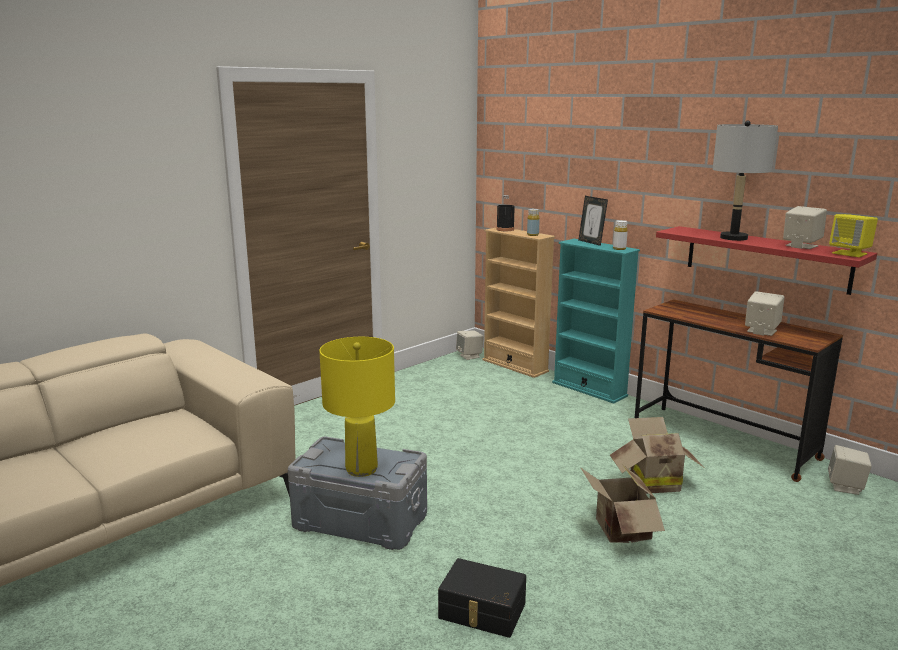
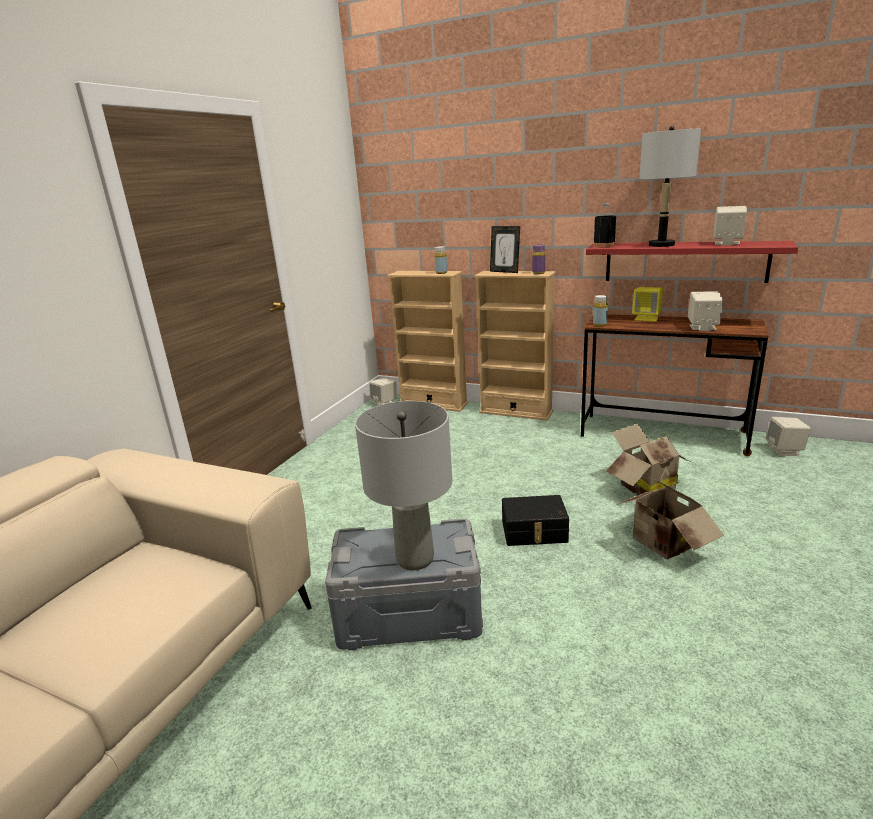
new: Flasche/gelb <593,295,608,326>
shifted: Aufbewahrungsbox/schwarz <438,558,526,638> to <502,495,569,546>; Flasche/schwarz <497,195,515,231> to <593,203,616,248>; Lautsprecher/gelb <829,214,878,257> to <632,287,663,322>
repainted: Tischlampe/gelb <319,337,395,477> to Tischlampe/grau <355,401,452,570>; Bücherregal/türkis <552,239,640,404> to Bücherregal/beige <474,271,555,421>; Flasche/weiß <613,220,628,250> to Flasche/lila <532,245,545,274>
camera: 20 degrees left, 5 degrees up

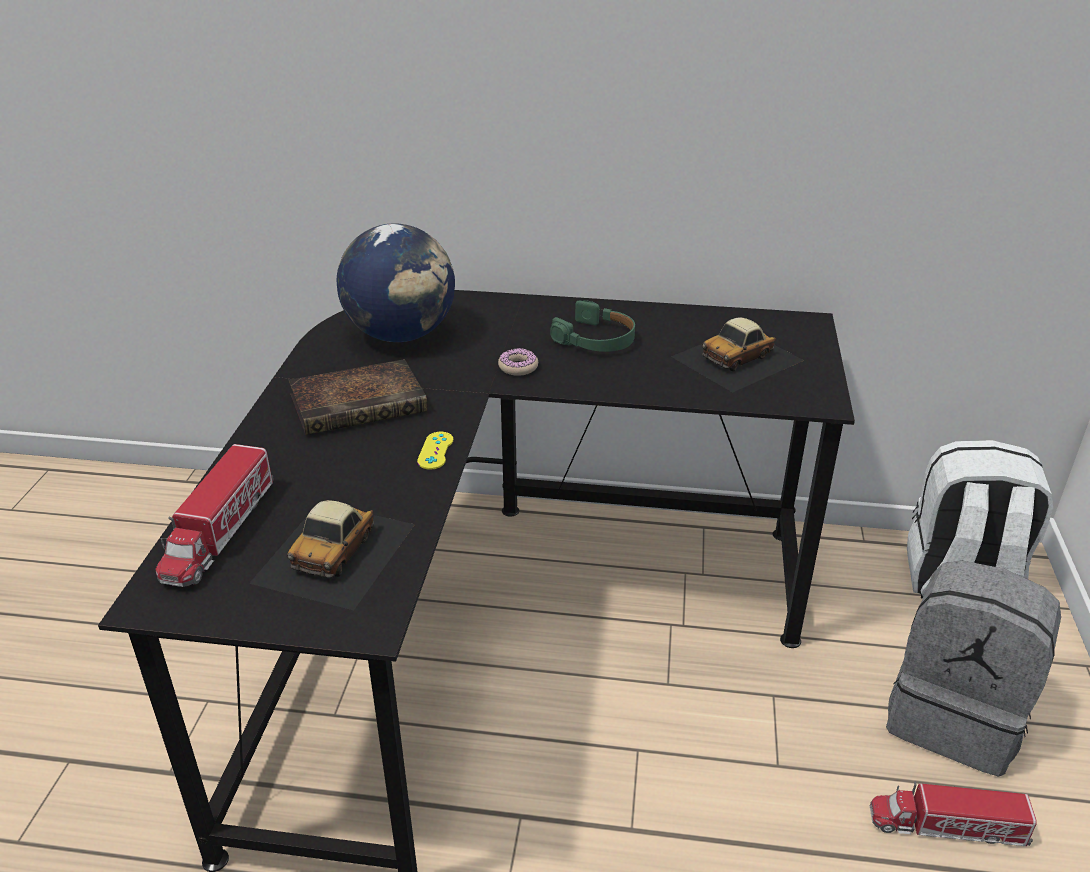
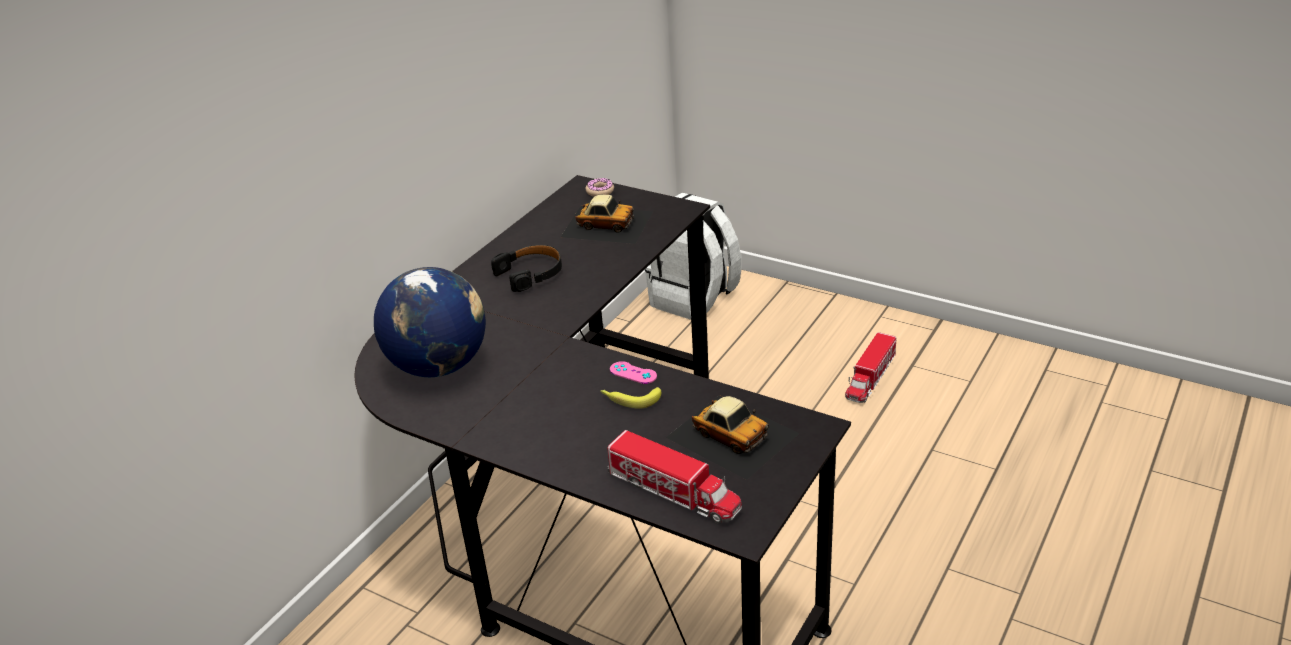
gone: Buch <289,359,427,435>; Rucksack/grau <886,560,1061,777>
new: Banane <600,387,661,409>
shifted: Donut <498,348,538,376> to <585,178,614,197>
repainted: Kopfhörer/grün <550,300,635,352> to Kopfhörer/schwarz <491,244,562,292>; Gamepad/gelb <417,432,453,470> to Gamepad/rosa <610,361,657,384>
rotated: Spielzeugauto <671,317,804,392> = <561,194,653,244> 60 degrees counterclockwise
camera: 65 degrees left, 0 degrees up

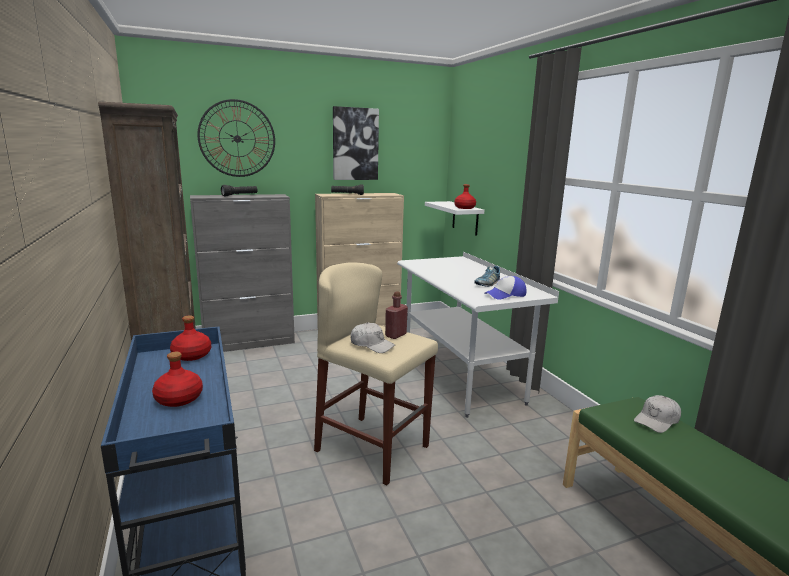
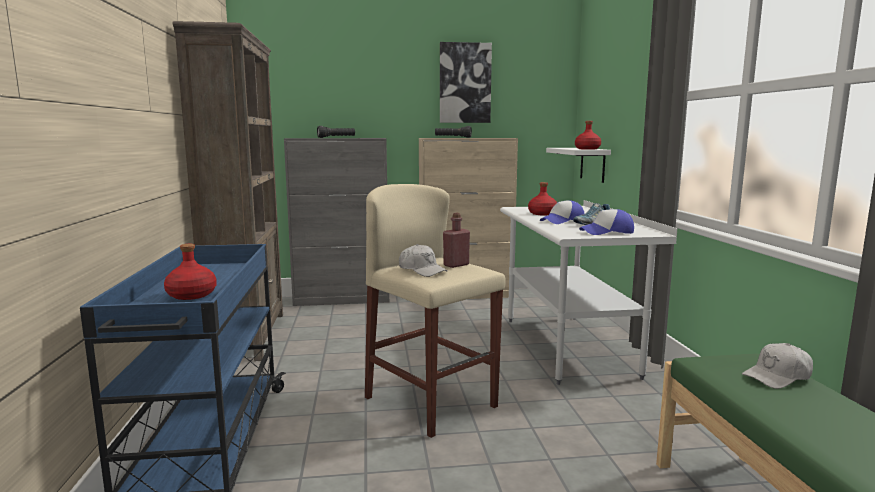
gone: Wanduhr <197,99,275,177>
new: Kappe <540,200,585,224>
shifted: Flasche/rot <170,315,211,361> to <528,182,557,215>
camera: 15 degrees right, 5 degrees down

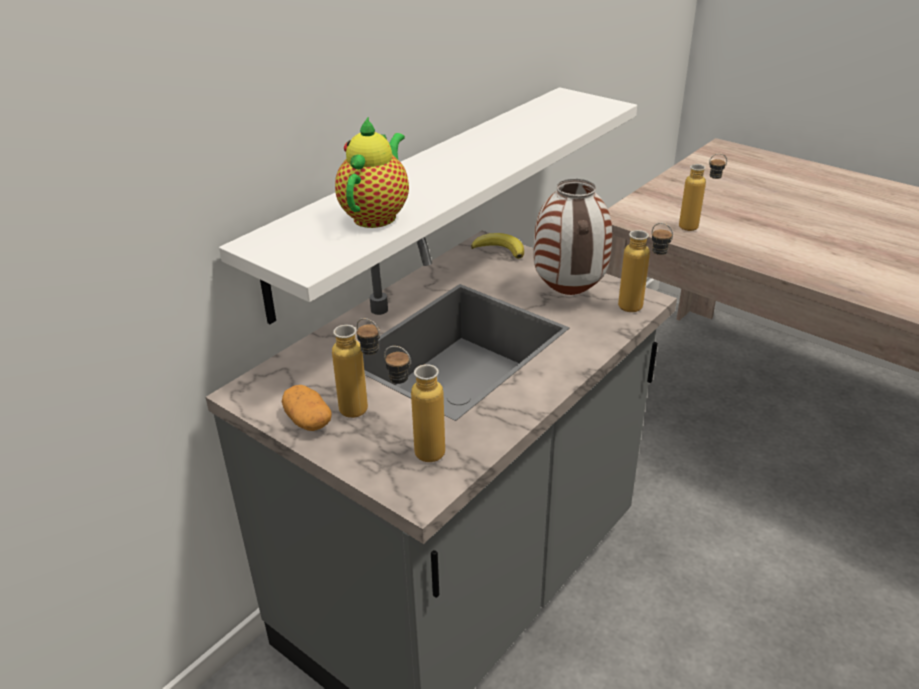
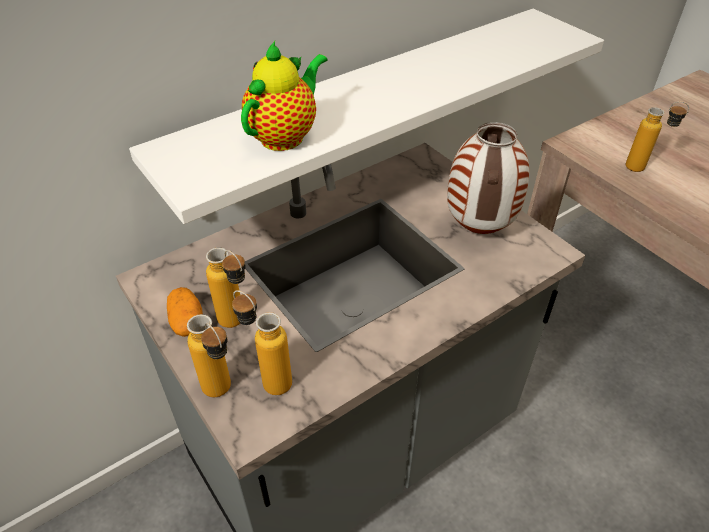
gone: Banane <471,233,524,259>
shifted: Flasche <618,223,673,312> to <187,314,231,397>
camera: 15 degrees right, 10 degrees up

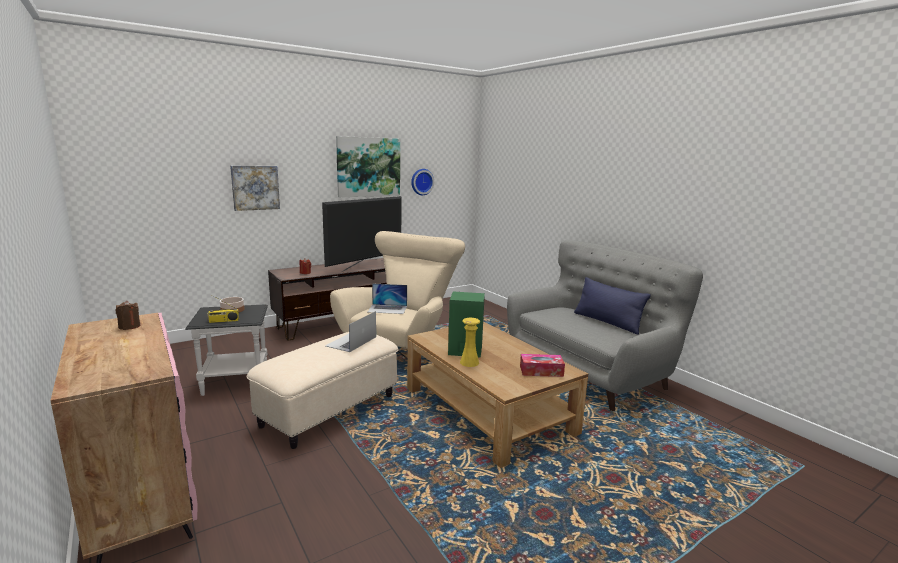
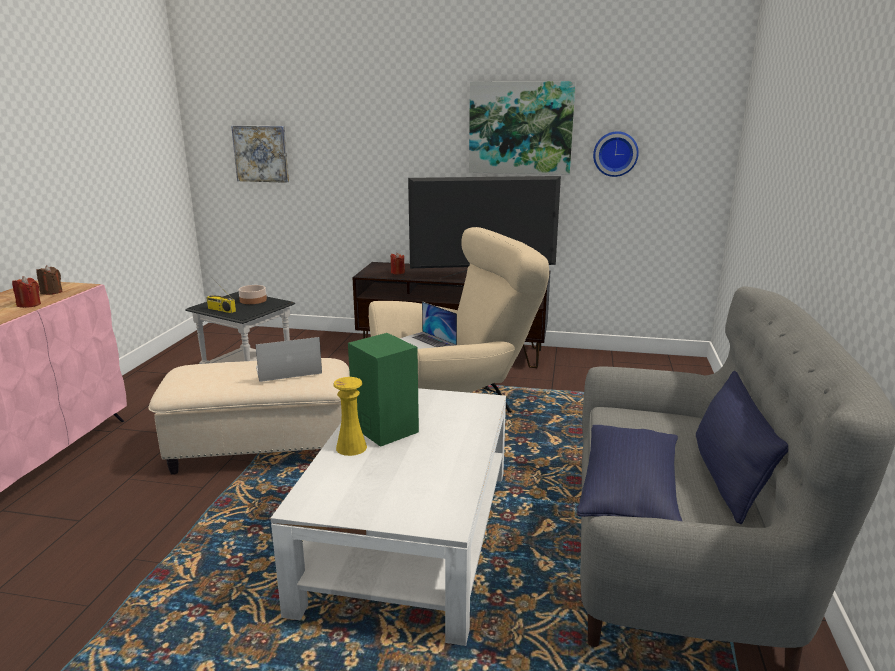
gone: Taschentuchbox <520,354,565,377>
new: Kerze/rot <12,276,41,308>; Kissen/blau <577,425,682,521>
shifted: Bild <230,166,280,211> to <231,125,289,183>
repainted: Couchtisch/braun <407,322,588,468> to Couchtisch/weiß <271,388,506,646>
camera: 45 degrees right, 5 degrees up

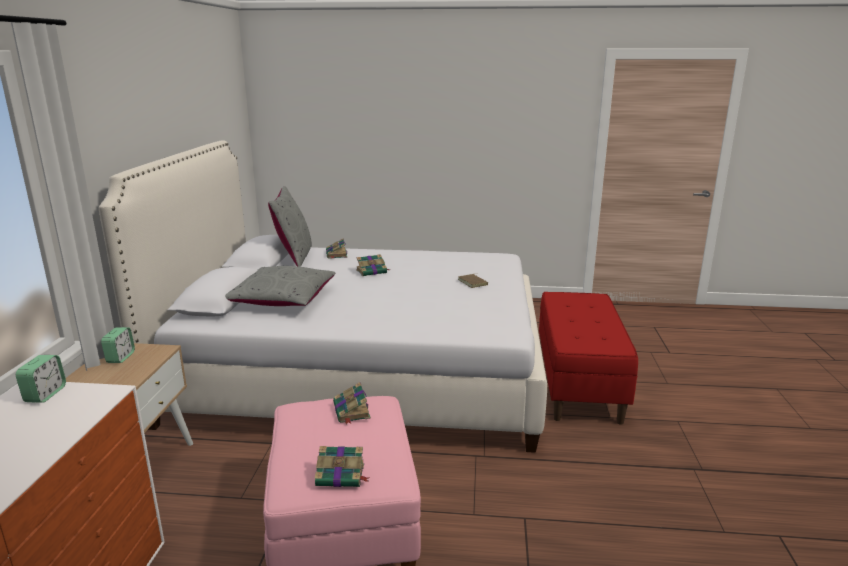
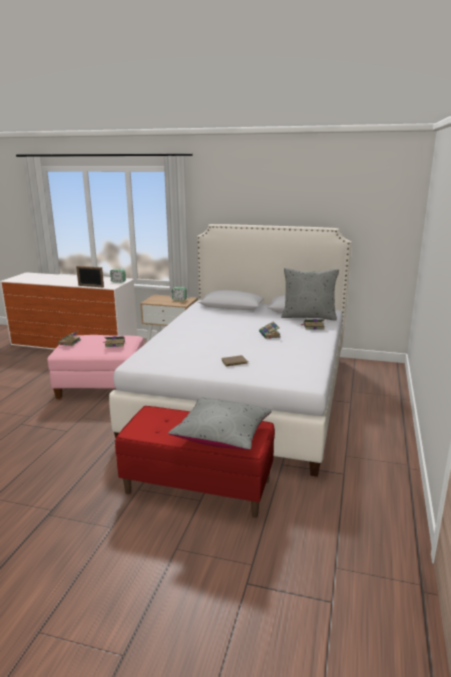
new: Bilderrahmen <76,266,104,287>
shifted: Kissen/grau <225,266,336,306> to <168,398,272,450>
camera: 100 degrees right, 0 degrees up

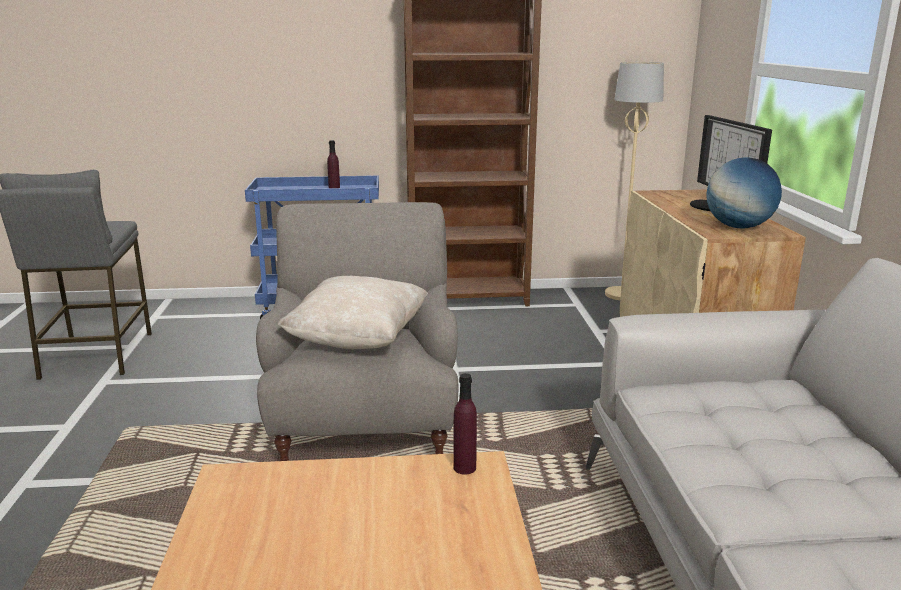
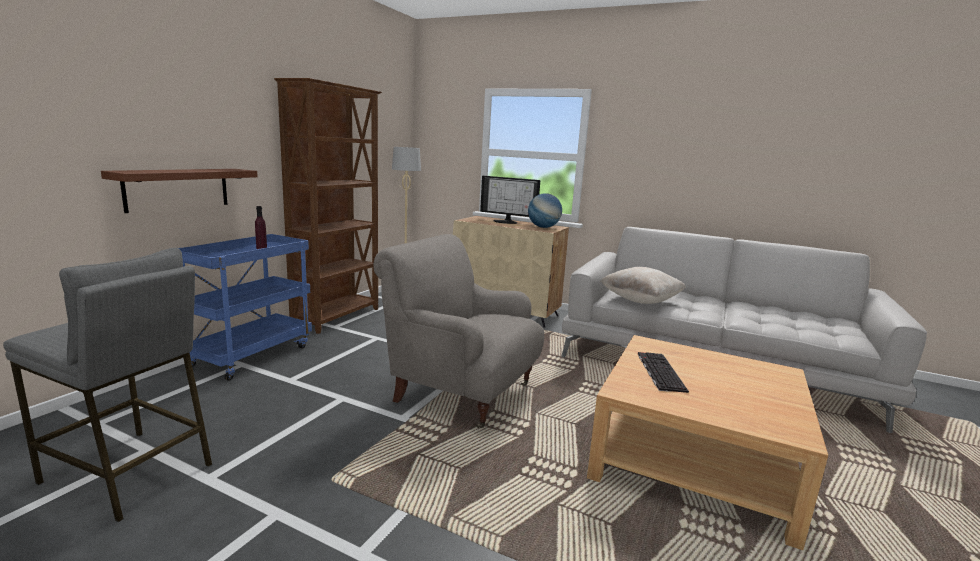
gone: Flasche/lila <453,373,477,475>
new: Wandregal/braun <101,169,258,213>; Tastatur <638,352,689,393>
shifted: Kissen/beige <277,276,428,349> to <600,267,686,304>
camera: 60 degrees left, 5 degrees down

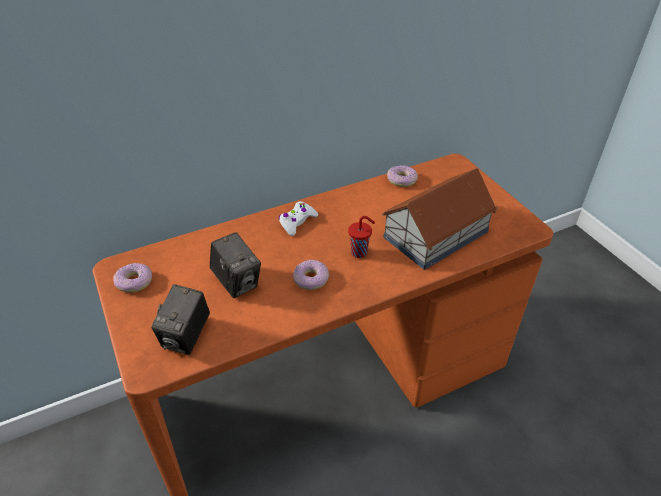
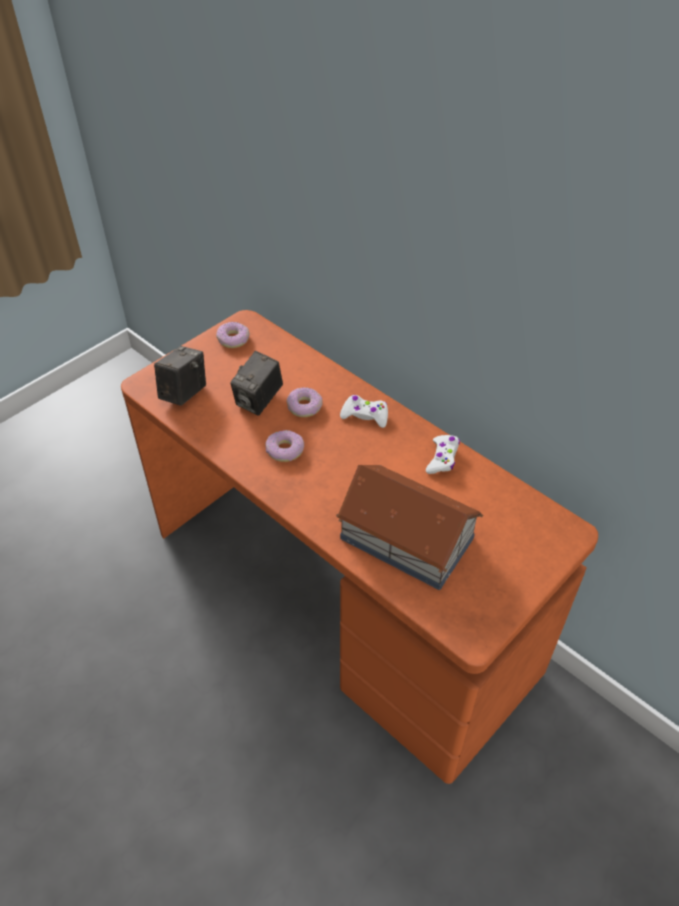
gone: Tasse/rot <348,216,375,258>
new: Gamepad/weiß <426,435,460,474>
shifted: Donut <387,165,418,187> to <287,387,322,417>
rotated: Kamera <152,284,210,355> = <154,346,206,406> 120 degrees clockwise
camera: 70 degrees right, 5 degrees up

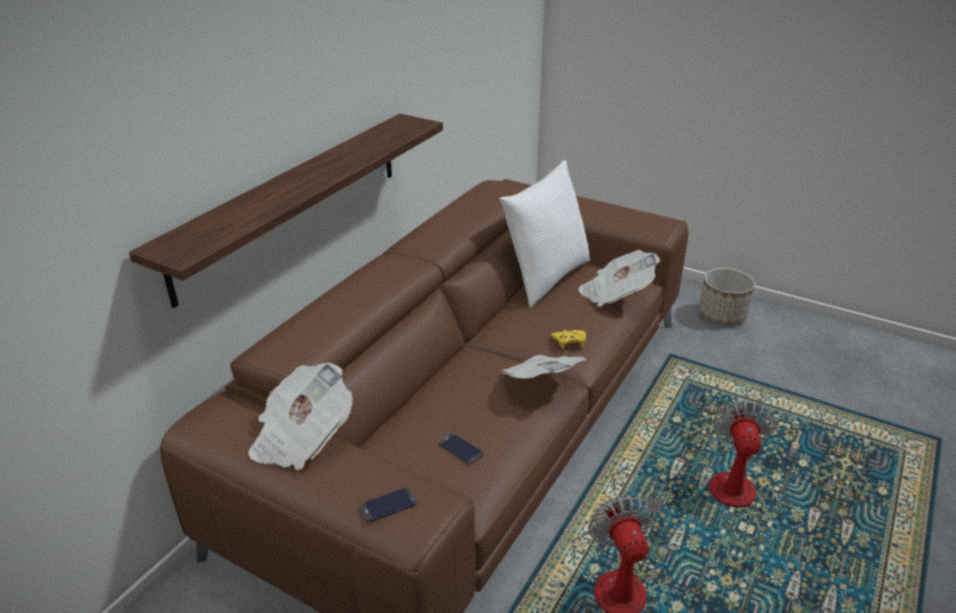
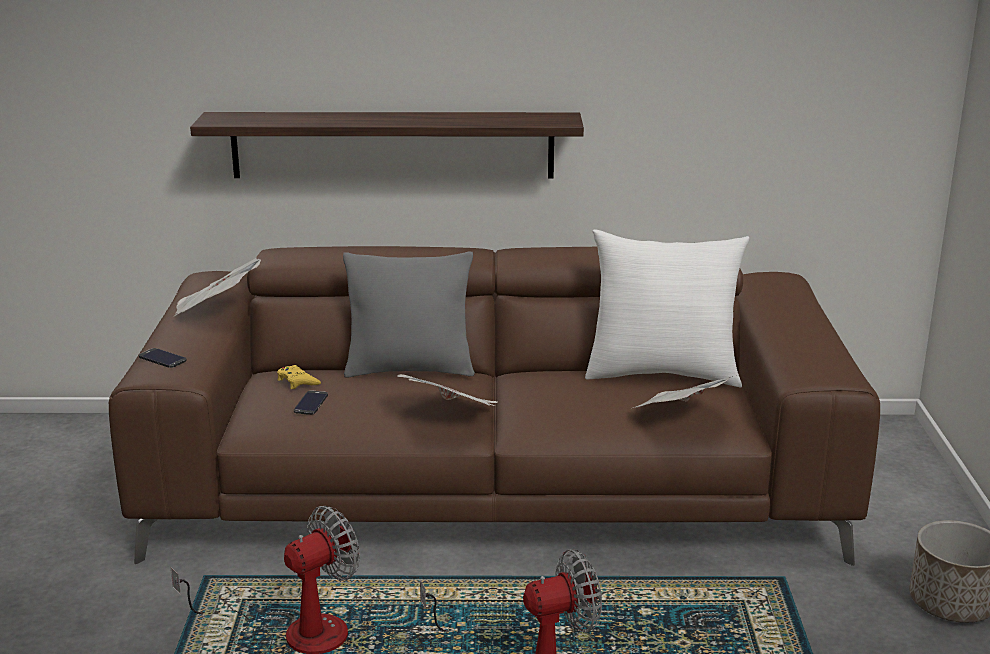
new: Kissen/grau <343,251,475,377>
shifted: Gamepad/gelb <551,330,586,349> to <277,365,321,389>
camera: 60 degrees right, 10 degrees down

